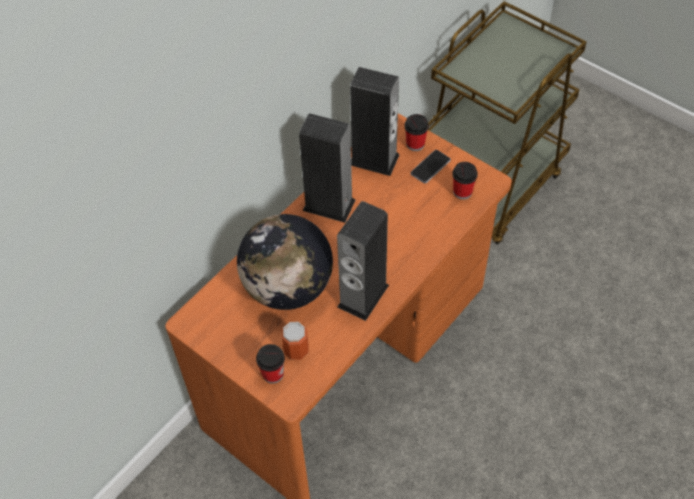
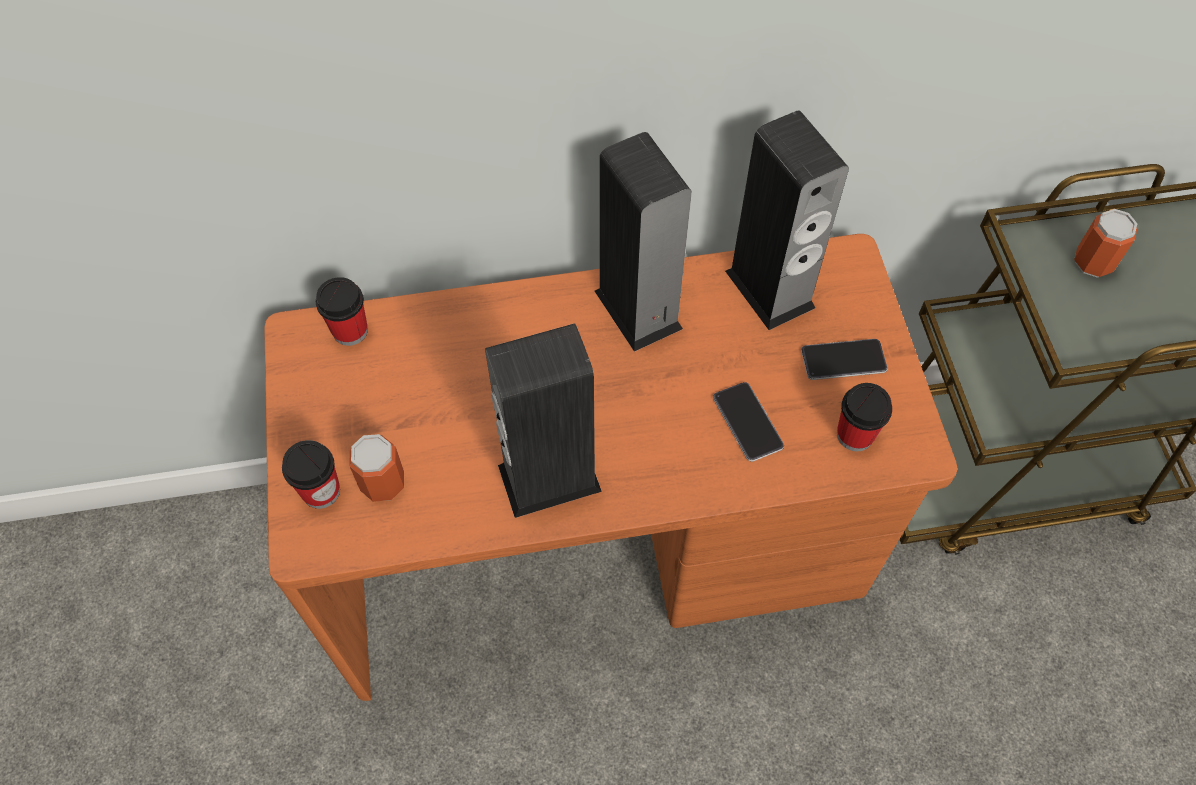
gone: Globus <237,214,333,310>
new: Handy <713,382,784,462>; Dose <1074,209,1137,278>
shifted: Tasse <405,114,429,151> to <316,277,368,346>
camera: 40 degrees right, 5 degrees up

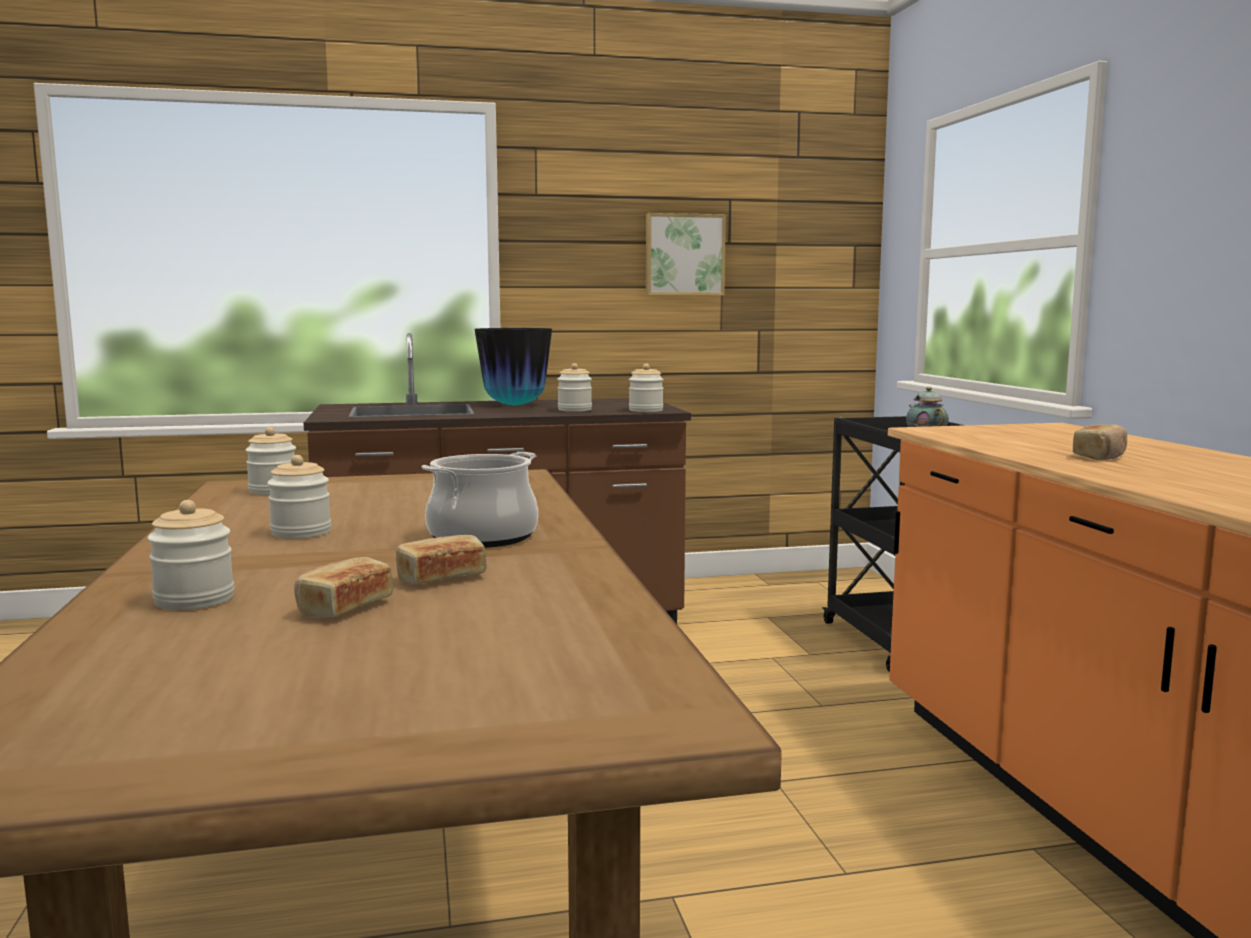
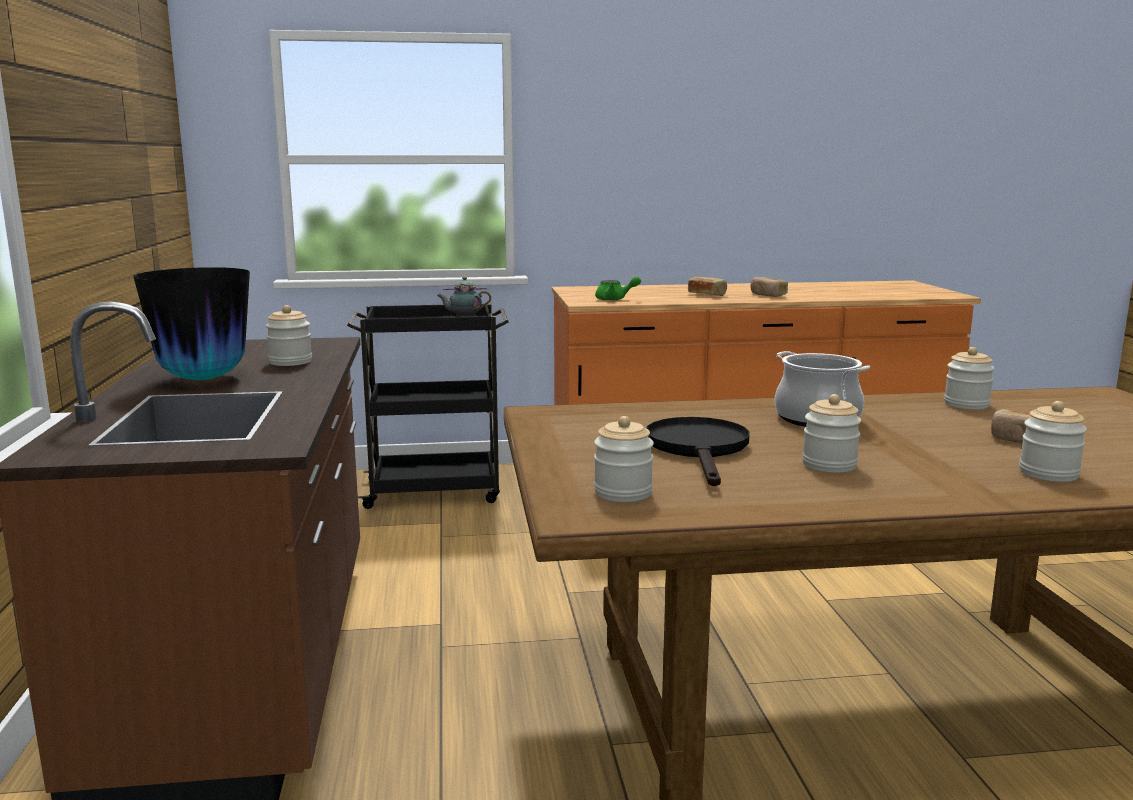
gone: Bild <646,213,726,295>
new: Teekanne/grün <595,276,641,301>; Pfanne/schwarz <646,417,749,486>
shifted: Brot <396,535,487,584> to <751,277,788,297>; Vorratsglas <629,364,664,412> to <944,347,995,410>
camera: 85 degrees left, 5 degrees up

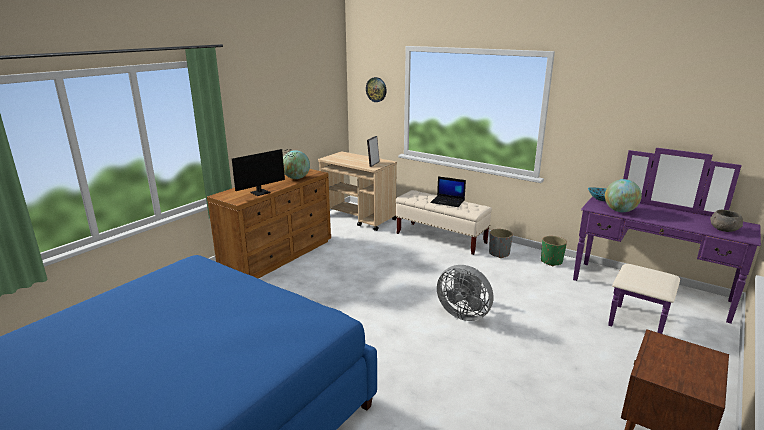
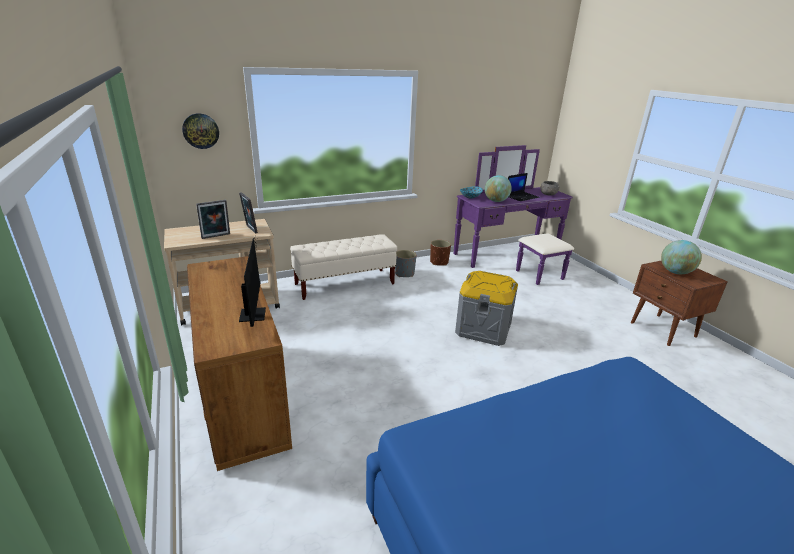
new: Bilderrahmen <196,200,230,239>
shifted: Laptop <430,176,466,207> to <508,173,539,201>; Globus <283,150,310,179> to <661,240,702,274>
swapped: Ventilator/grau <437,265,493,321> to Aufbewahrungsbox/grau <455,271,518,346>
repainted: Pflanzkübel/grün <541,236,567,266> to Pflanzkübel/braun <430,240,451,266>
camera: 60 degrees left, 5 degrees up

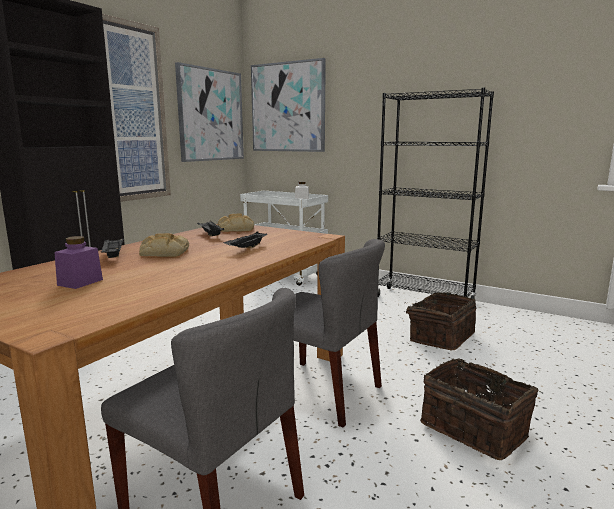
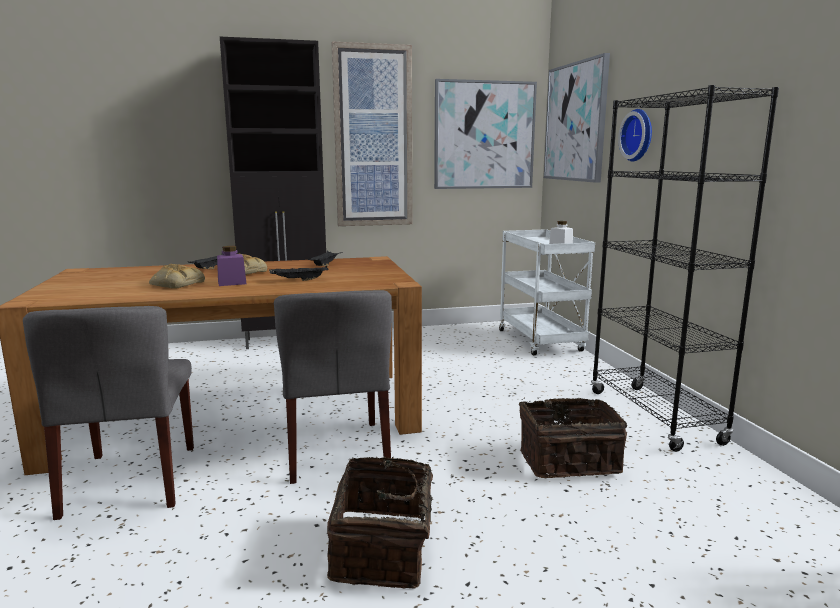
new: Wanduhr <618,109,652,162>
shifted: Brot <218,213,254,232> to <149,264,205,289>; Vorratsglas/lila <54,236,103,289> to <217,246,246,286>
camera: 45 degrees right, 0 degrees up

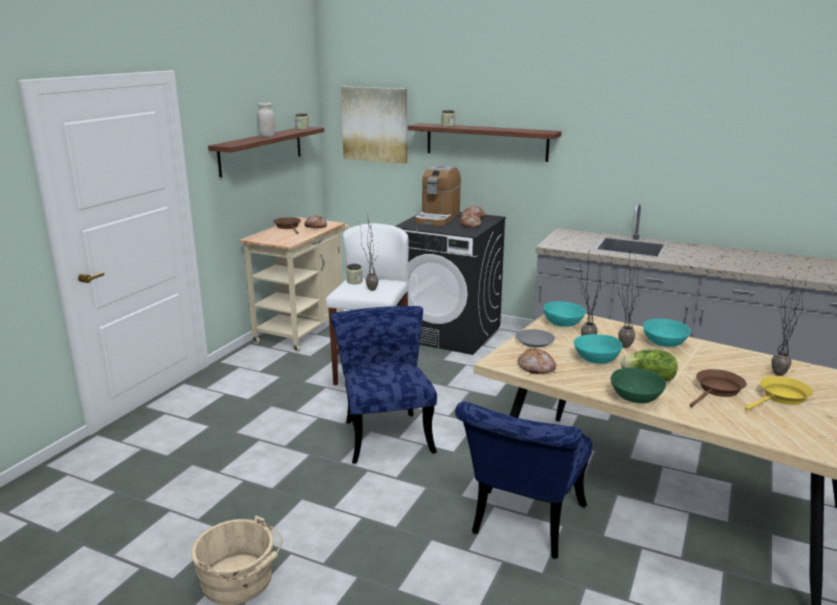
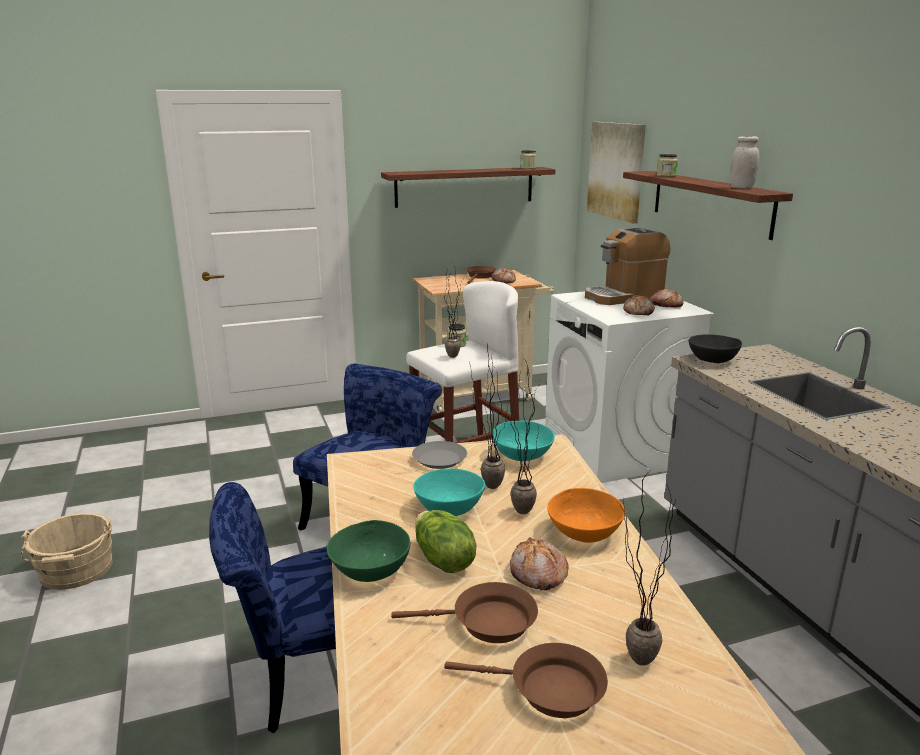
new: Schüssel/schwarz <688,334,742,363>
shifted: Brot <518,348,556,374> to <510,537,568,590>; Vorratsglas/weiß <257,102,275,137> to <729,136,759,188>
repainted: Pfanne/gelb <745,376,813,410> to Pfanne/braun <444,643,608,718>; Waschmaschine/schwarz <395,212,506,355> to Waschmaschine/weiß <545,291,714,483>; Schüssel/türkis <643,319,691,347> to Schüssel/orange <547,488,624,543>
camera: 45 degrees right, 0 degrees up

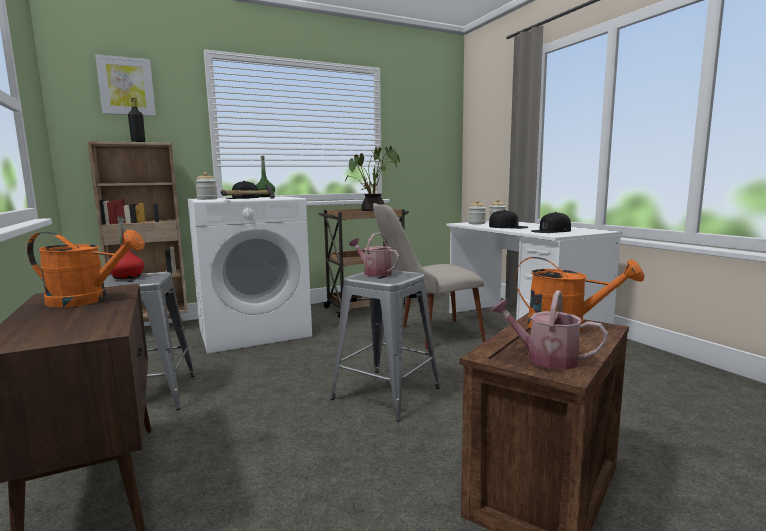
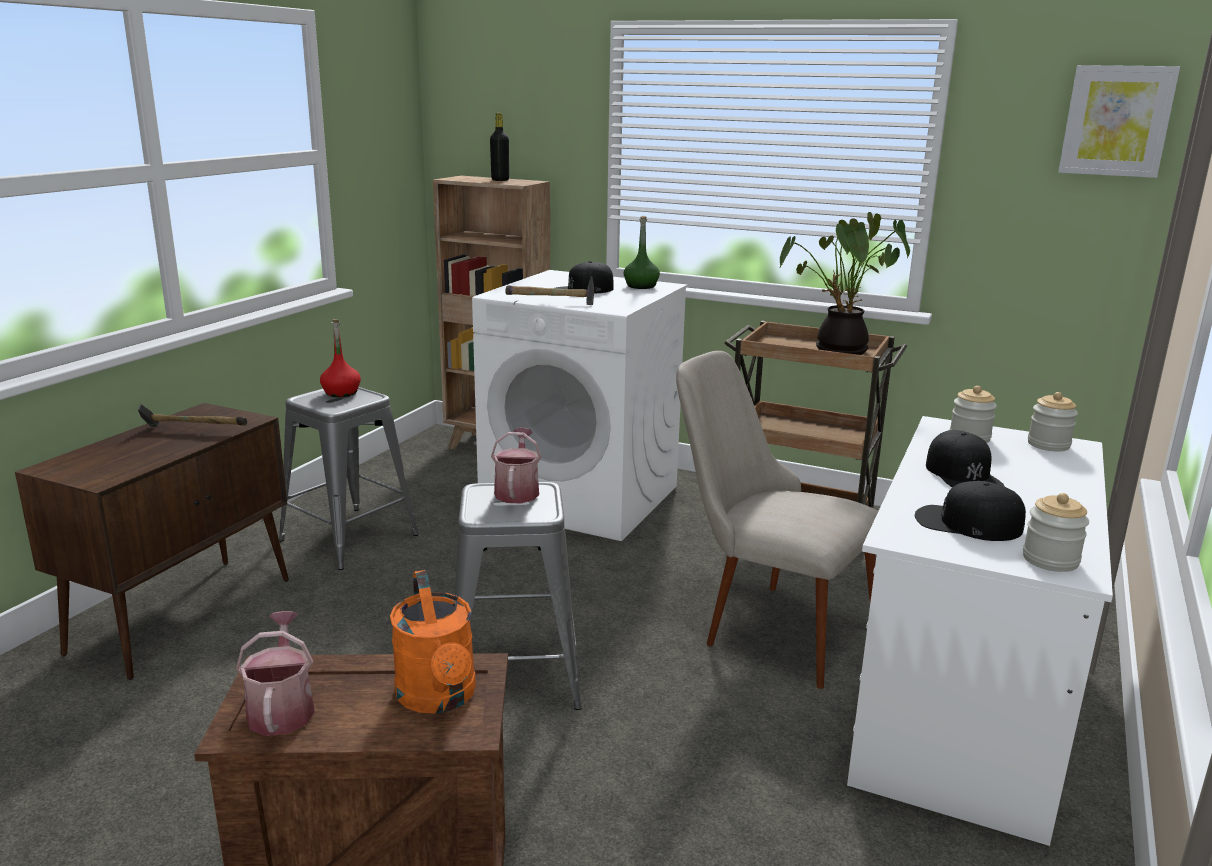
shifted: Vorratsglas <195,172,217,200> to <1023,493,1089,572>; Bild <95,54,156,116> to <1058,65,1180,178>
swapped: Gießkanne/orange <27,230,145,307> to Hammer <138,404,247,427>
camera: 50 degrees right, 10 degrees up

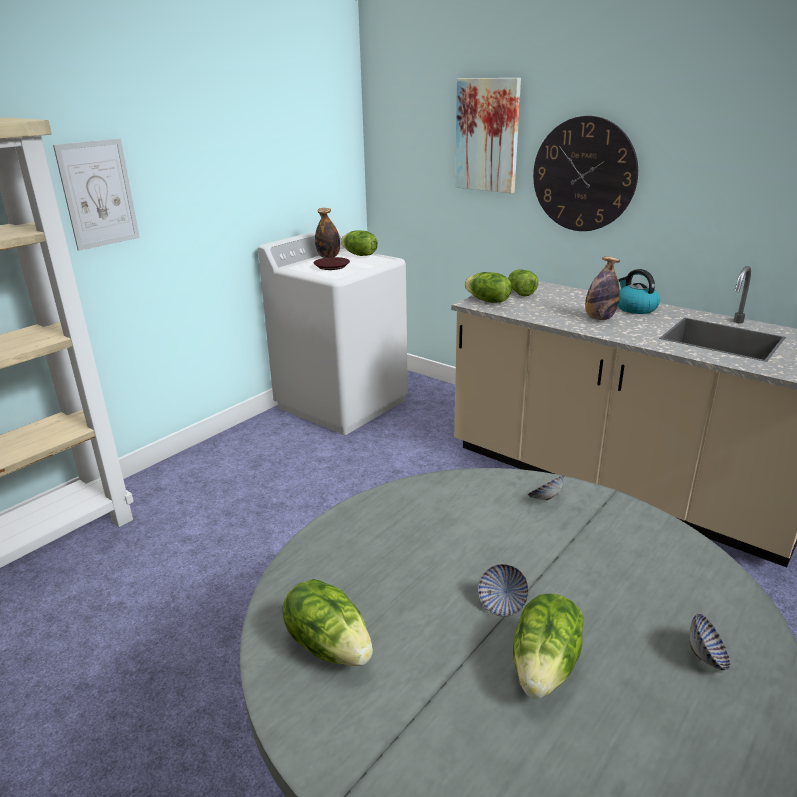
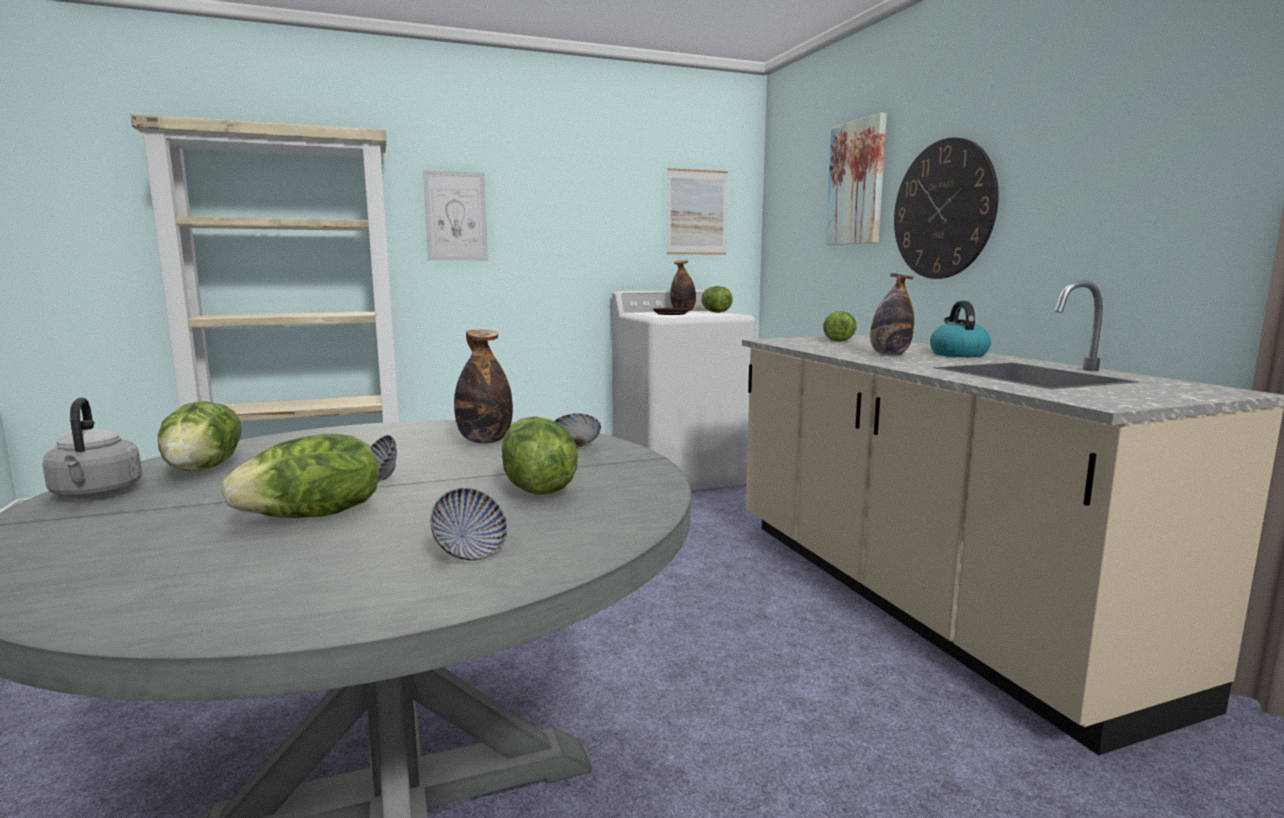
new: Wasserkessel/grau <42,397,142,498>; Flasche <454,330,513,444>; Bild <667,168,728,255>
shifted: Salatkopf <464,272,512,303> to <502,416,578,495>
camera: 30 degrees right, 15 degrees down

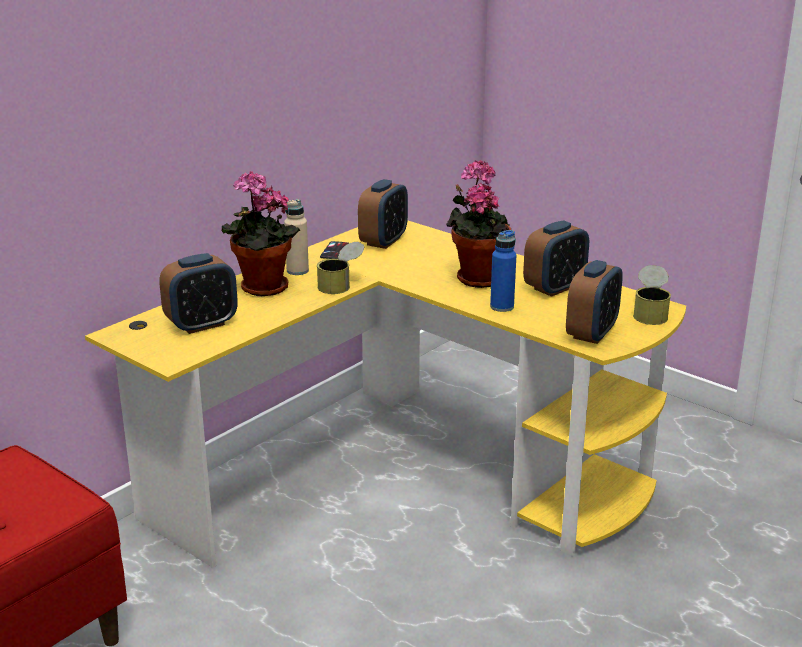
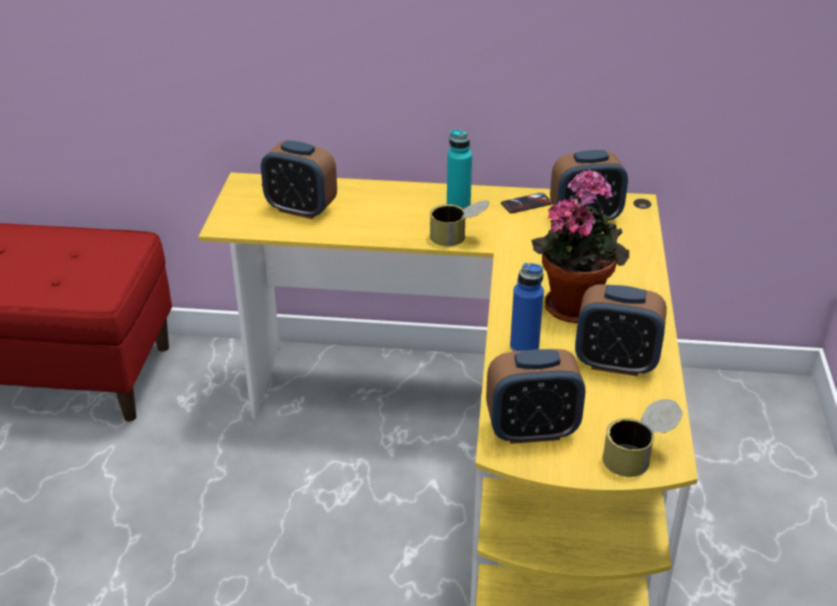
gone: Topfpflanze <222,171,301,296>
repainted: Flasche/beige <284,199,309,275> to Flasche/türkis <447,129,472,209>
camera: 55 degrees right, 10 degrees up

